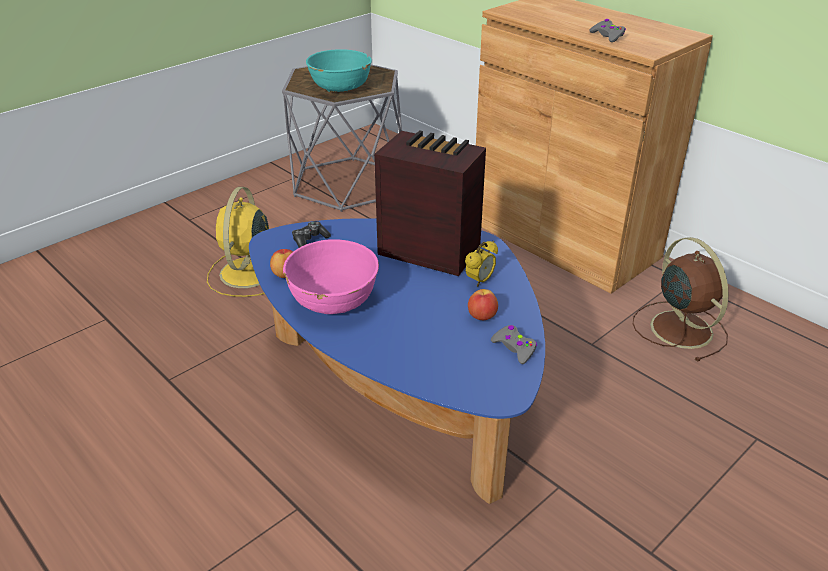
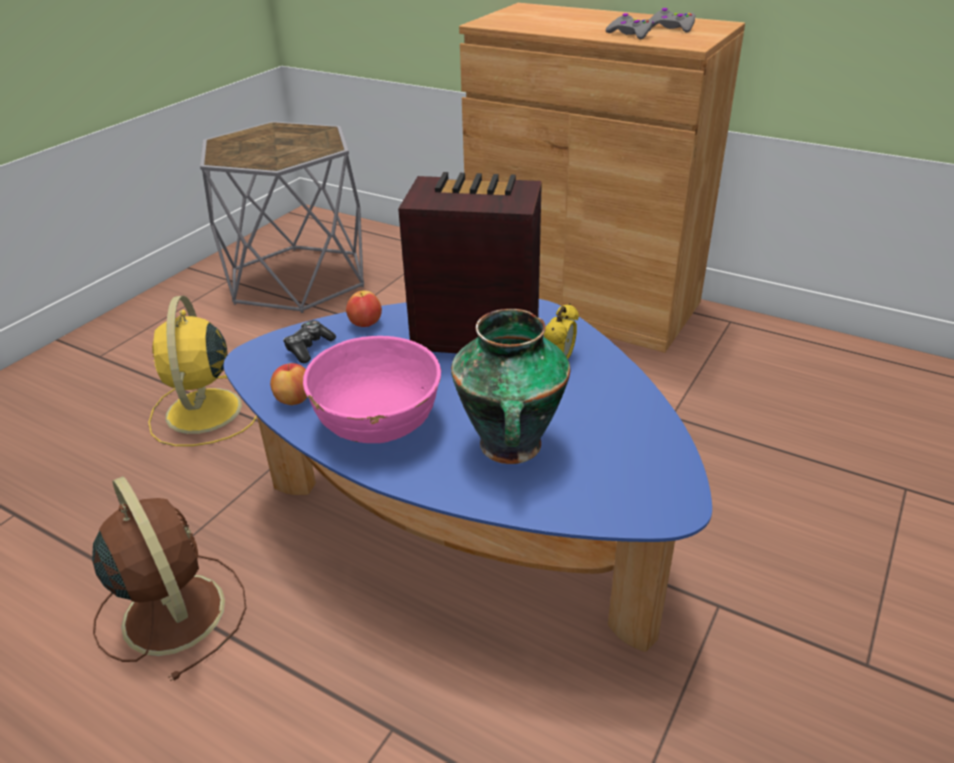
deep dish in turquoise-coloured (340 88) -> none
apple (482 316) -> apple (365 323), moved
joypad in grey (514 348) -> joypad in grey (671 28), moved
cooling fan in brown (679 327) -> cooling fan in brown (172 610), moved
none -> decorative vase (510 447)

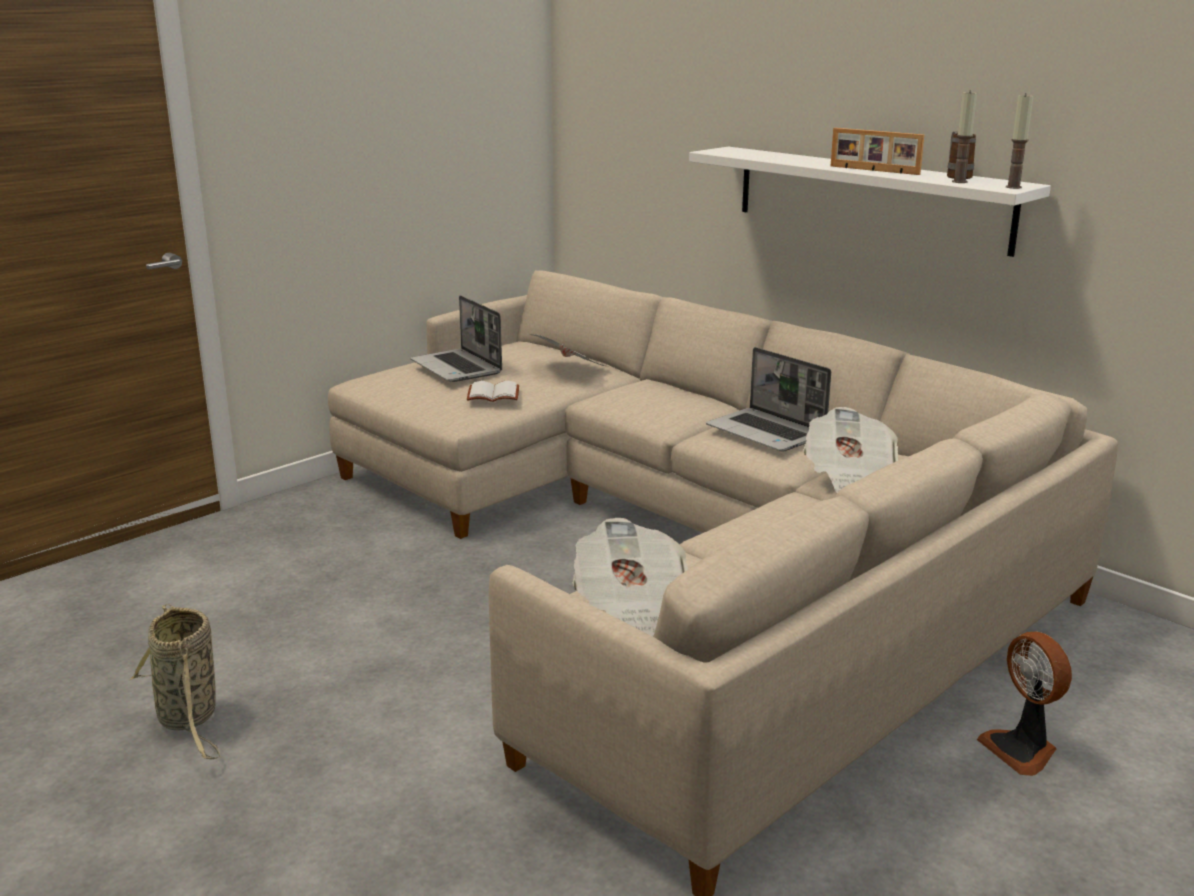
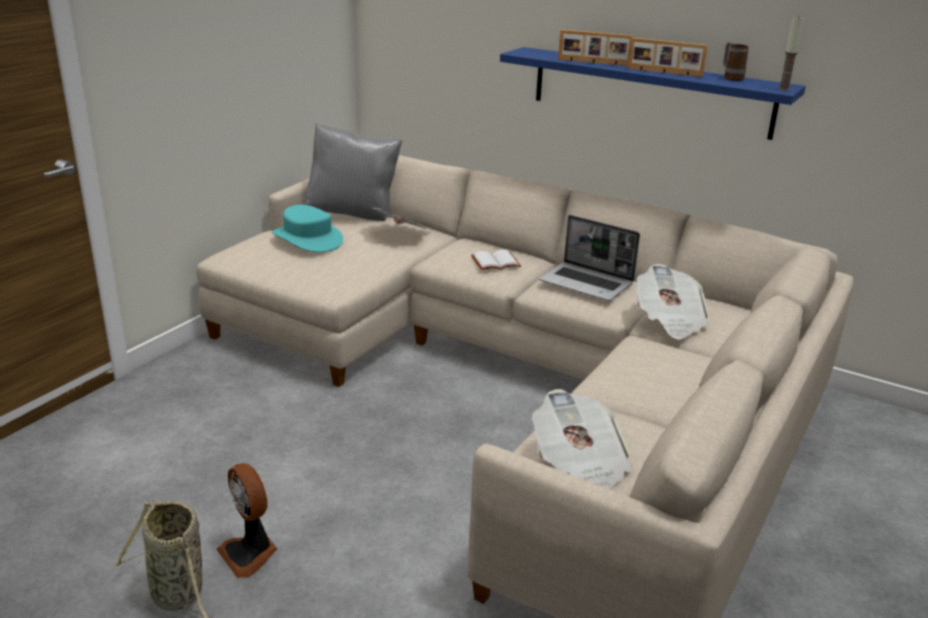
laptop (458 368) -> clothing hat in turquoise-coloured (308 238)
book in white (492 395) -> book in white (495 263), moved
bracket shelf in white (869 198) -> bracket shelf in blue (650 91)
wax light (959 182) -> none
cooling fan (1022 750) -> cooling fan (250 553), moved
none -> pillow in grey (354 215)
none -> photo frame (593 63)

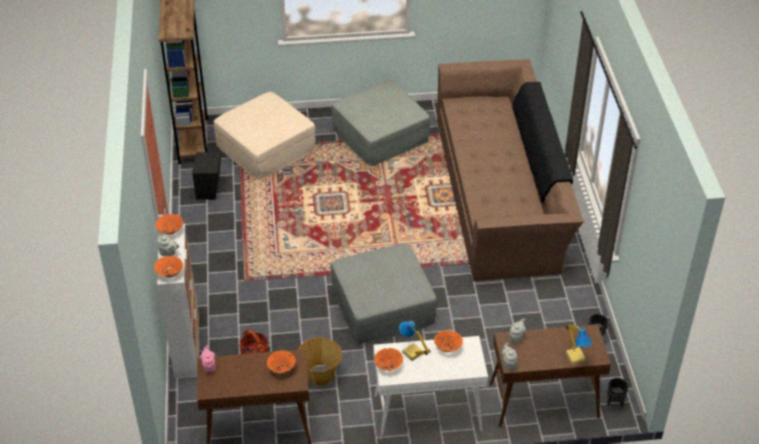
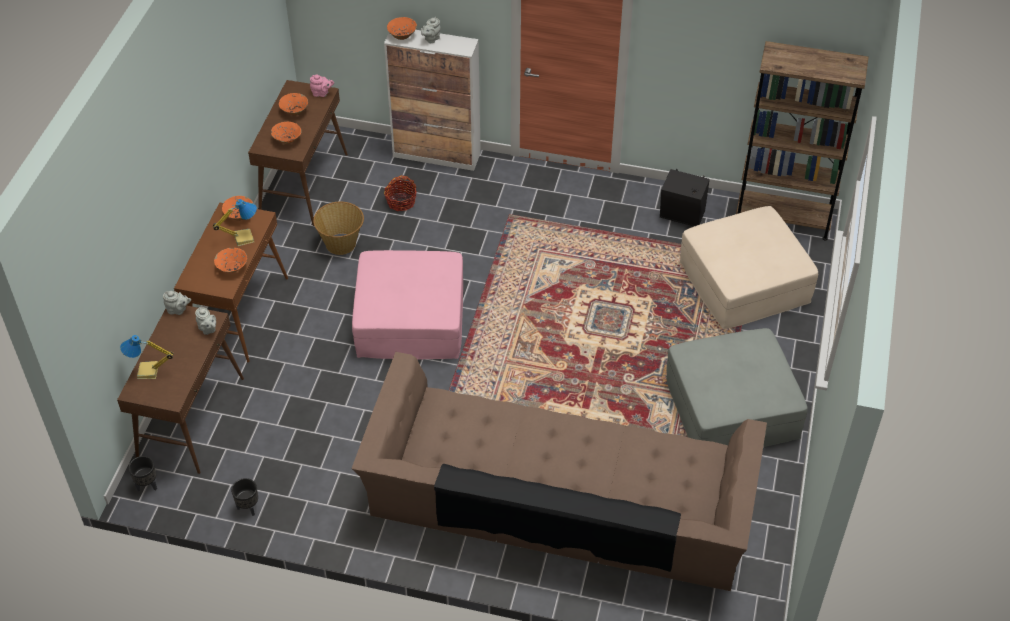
deep dish in orangey (170 230) -> deep dish in orangey (294 111), moved
pouffe in grey (383 306) -> pouffe in pinkish (409 320)
console table in white (427 413) -> console table in brown (239 313)

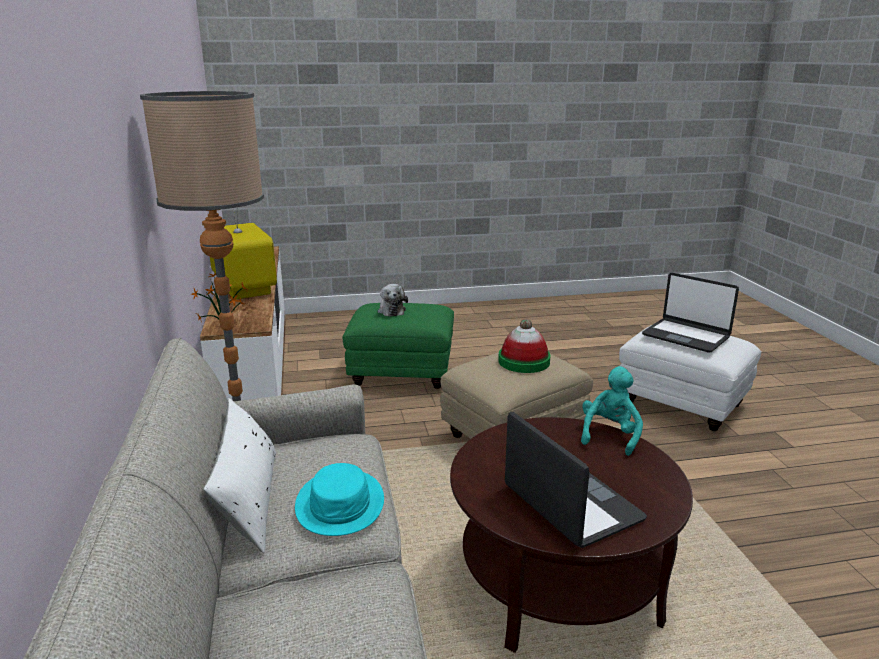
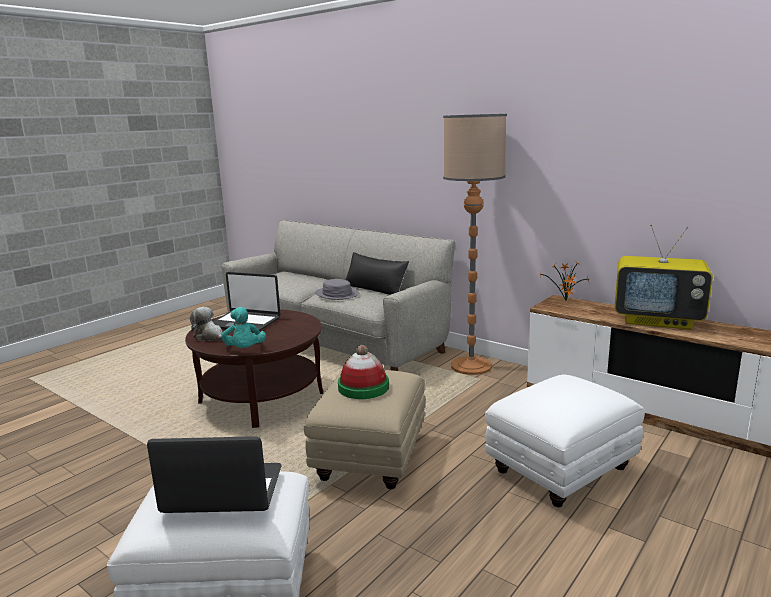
pillow in white (249 500) -> pillow in black (375 290)
clothing hat in turquoise-coloured (340 504) -> clothing hat in grey (337 294)
pouffe in green (403 374) -> pouffe in white (559 471)
plush toy (391 310) -> plush toy (210 337), moved

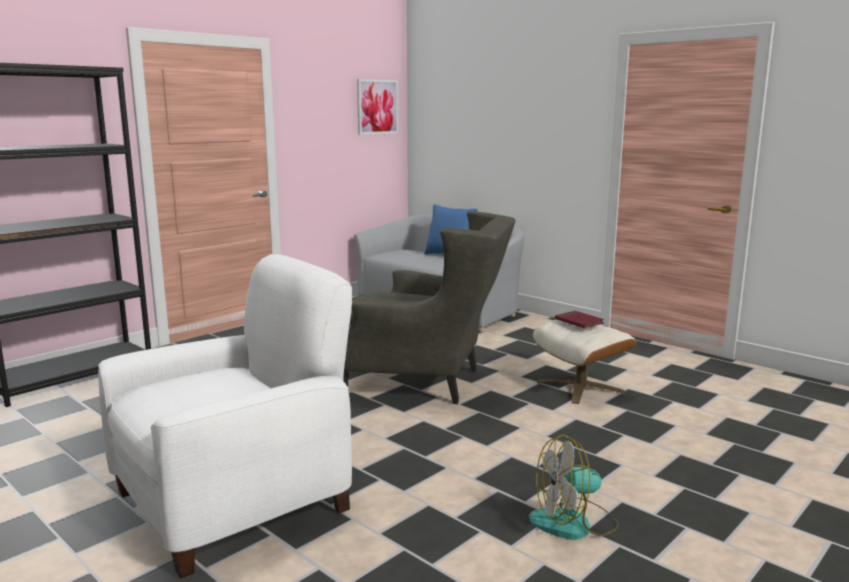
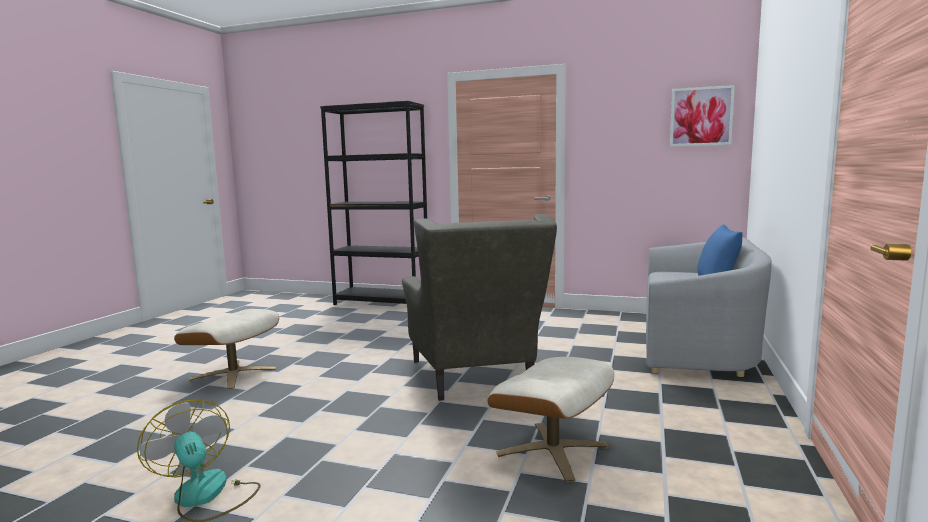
easy chair in white (235 500) -> pouffe in beige-coloured (233 374)
book in red-coloured (579 322) -> none

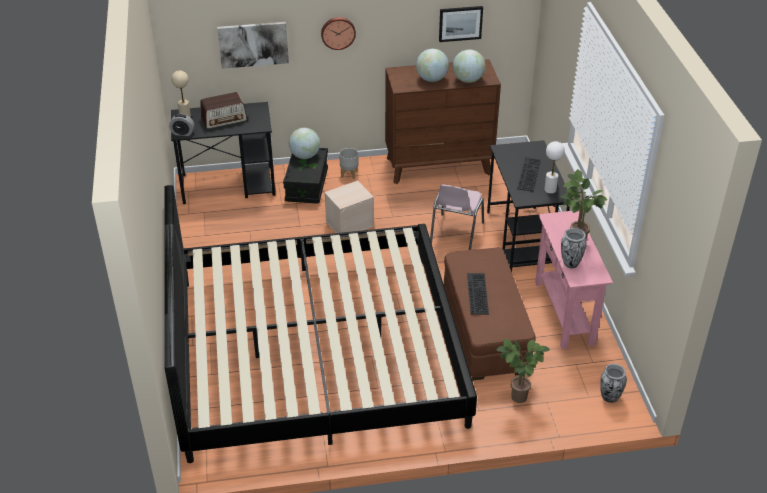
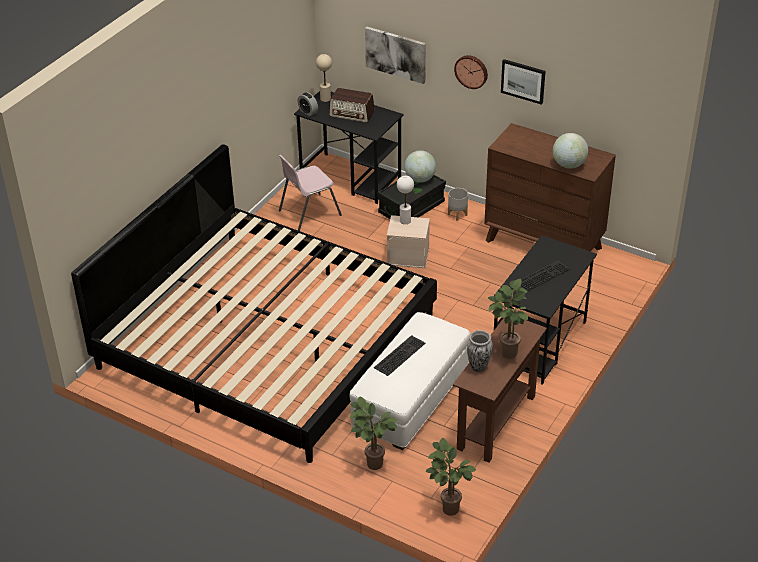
globe (431 79) -> none
chair in pinkish (455 234) -> chair in pinkish (308 213), moved
wall picture (460 23) -> wall picture (523 81), moved
pouffe in brown (484 331) -> pouffe in white (410 399)
console table in pinkish (564 313) -> console table in brown (496 422)
lamp for a table in white (550 189) -> lamp for a table in white (405 220), moved
decorative vase (609 397) -> plant in a pot (447 509)

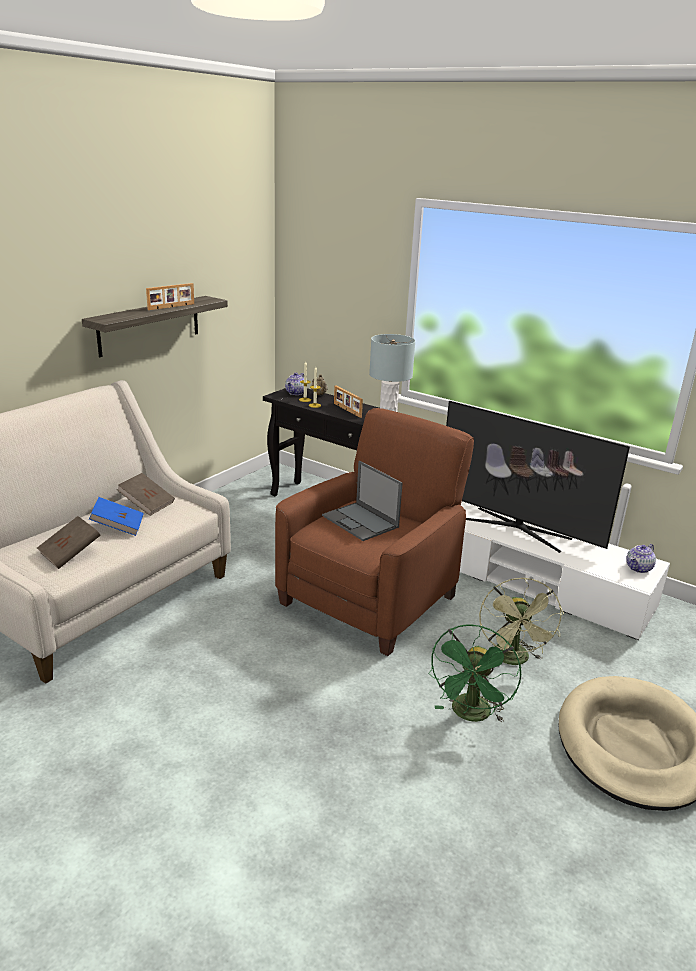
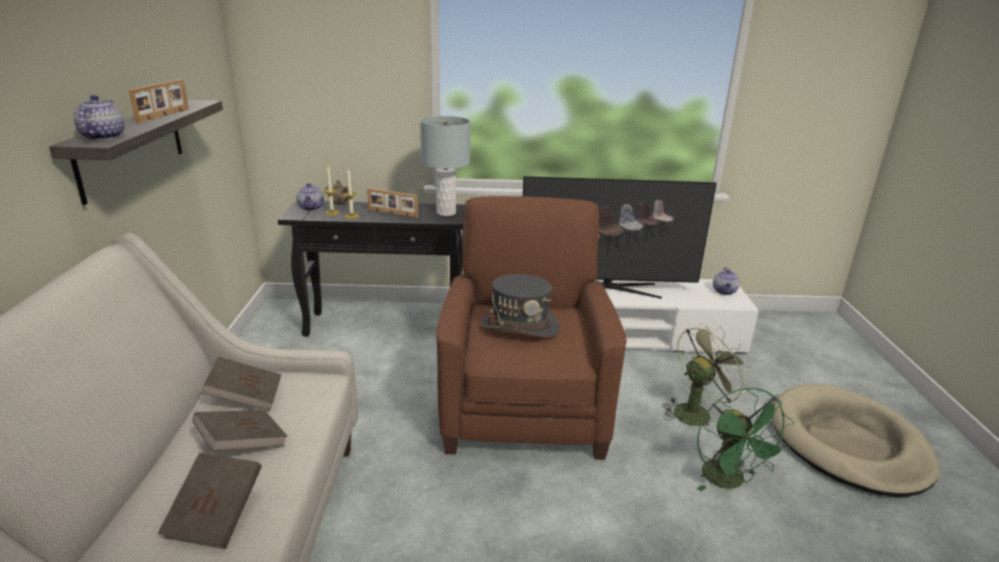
book in blue (118 527) -> book in brown (243 444)
laptop (361 522) -> clothing hat in grey (520 326)
cooling fan in green (514 660) -> cooling fan in green (696 411), 90 degrees counterclockwise
none -> tea pot (102 137)

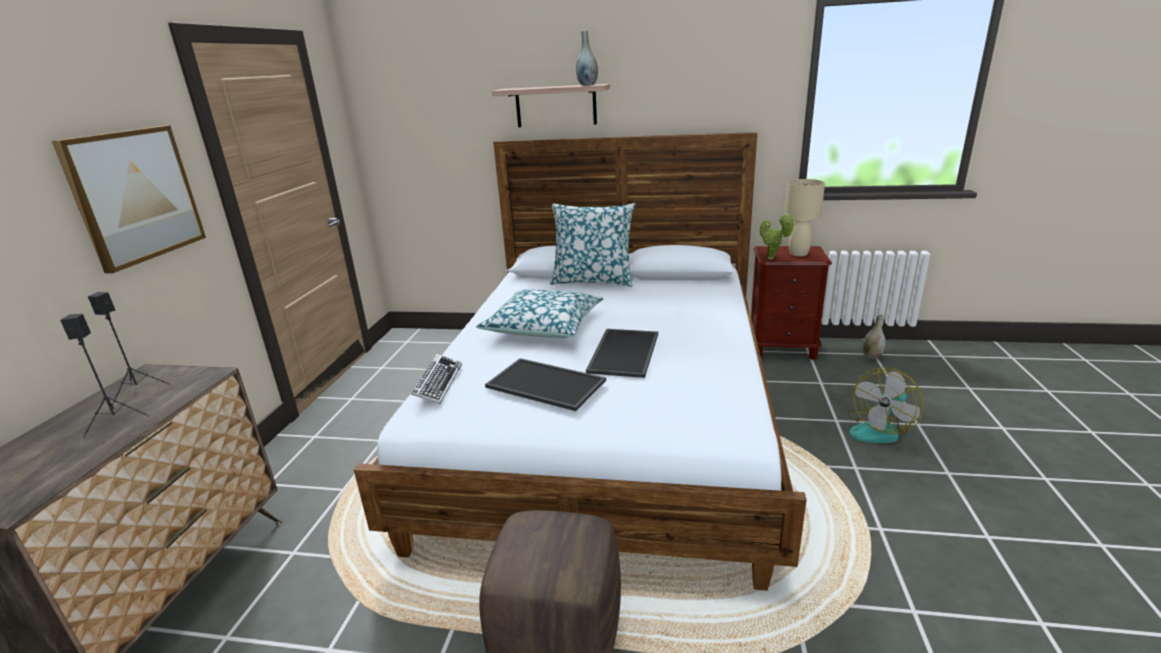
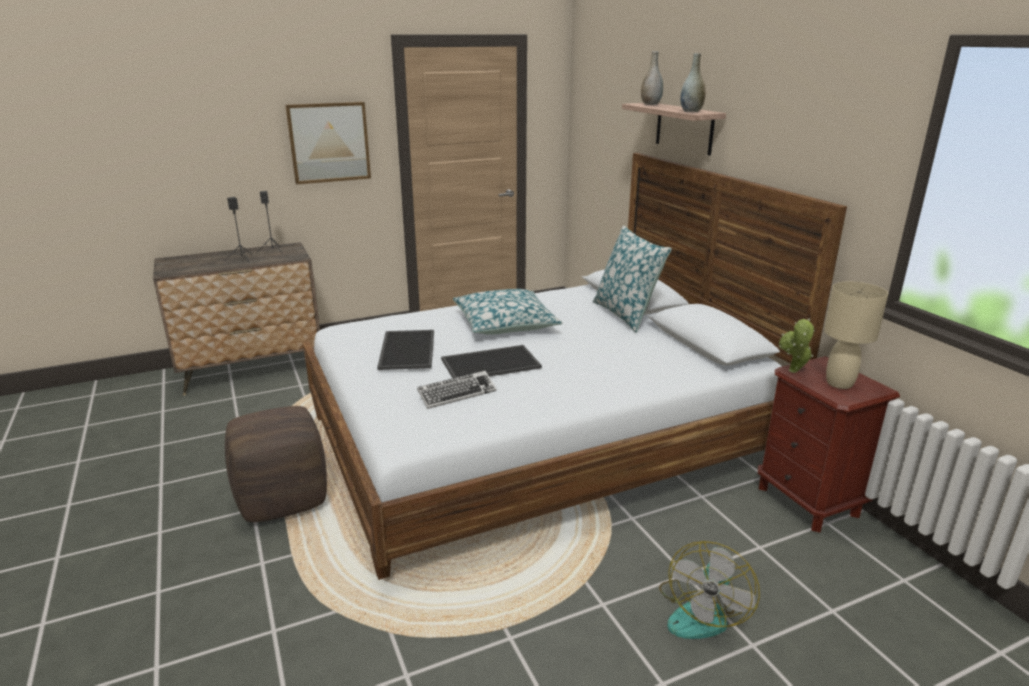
computer keyboard (438 383) -> computer keyboard (457 394), moved
cooling fan (879 429) -> cooling fan (701 612), 75 degrees counterclockwise
decorative vase in grey (871 356) -> decorative vase in grey (651 104), moved

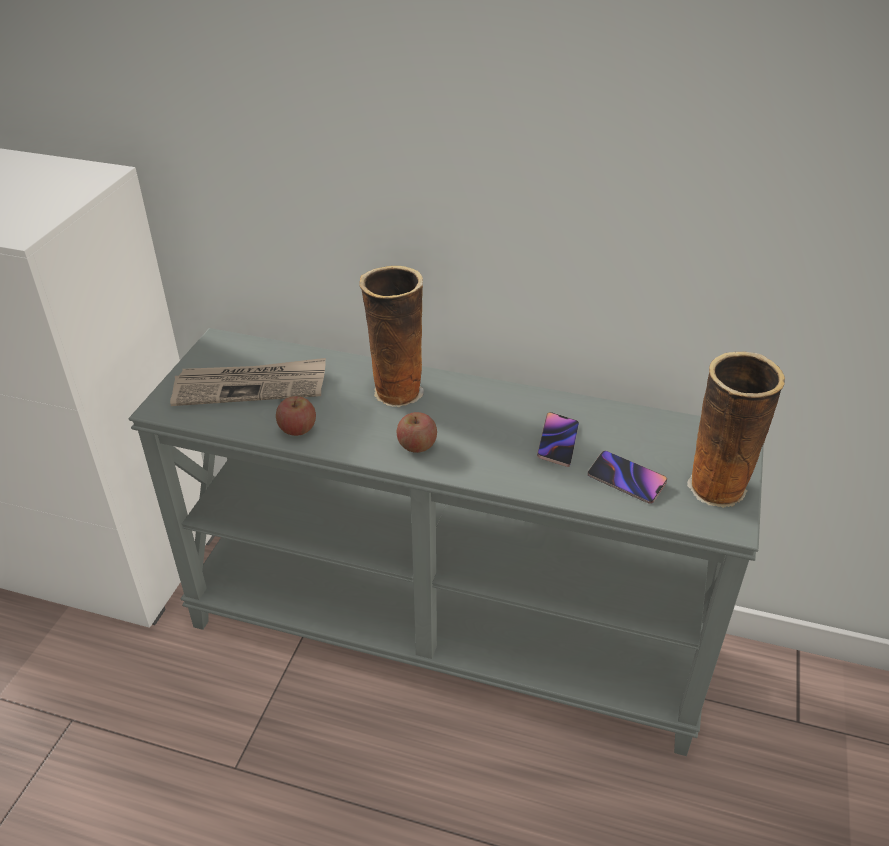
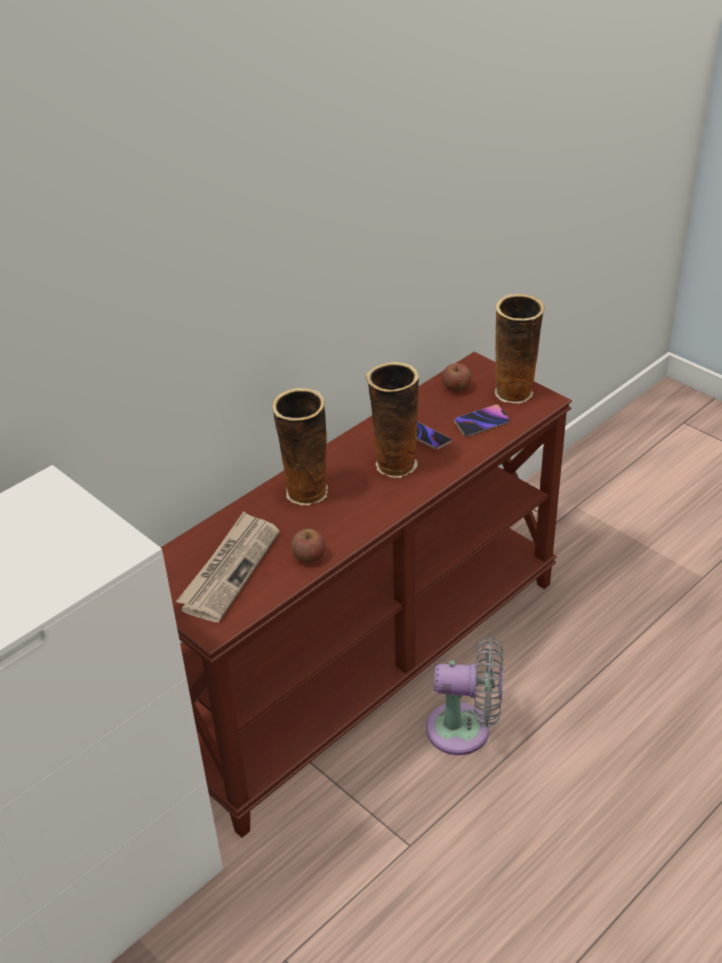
console table in grey (446 631) -> console table in brown (367 665)
apple (417 445) -> apple (456 388), moved
none -> decorative vase (393 464)
none -> cooling fan in grey (465 730)

